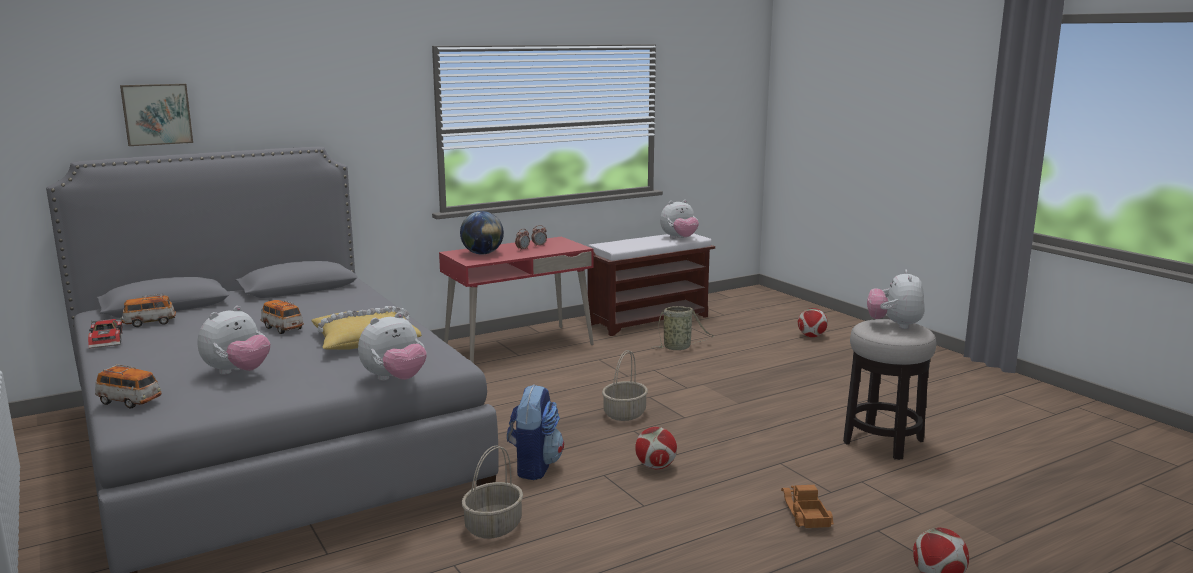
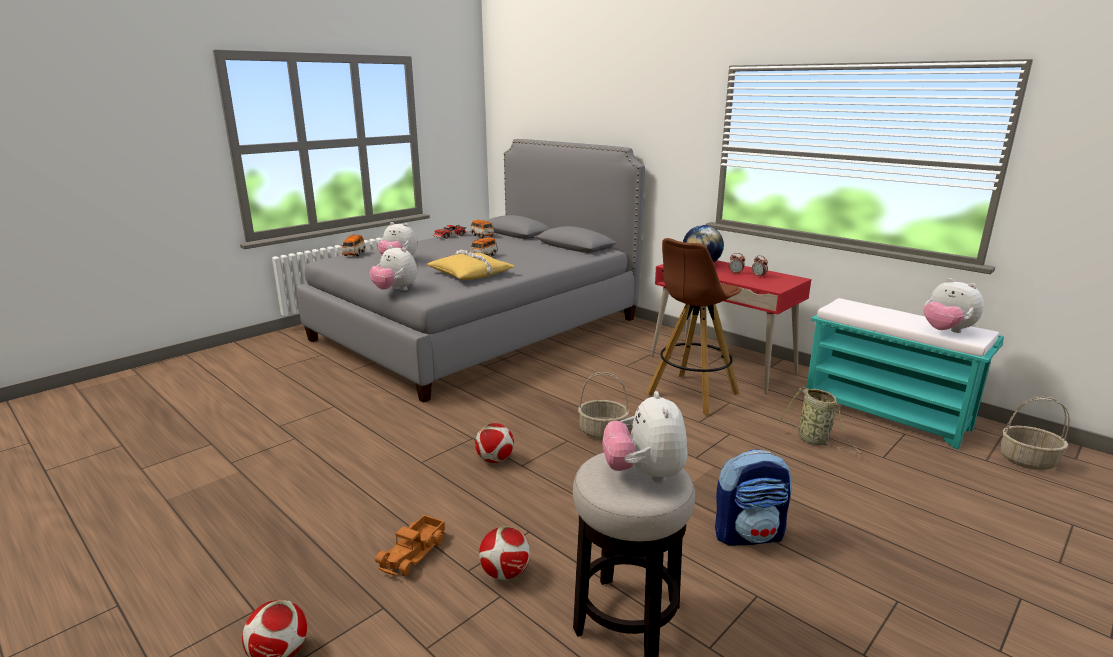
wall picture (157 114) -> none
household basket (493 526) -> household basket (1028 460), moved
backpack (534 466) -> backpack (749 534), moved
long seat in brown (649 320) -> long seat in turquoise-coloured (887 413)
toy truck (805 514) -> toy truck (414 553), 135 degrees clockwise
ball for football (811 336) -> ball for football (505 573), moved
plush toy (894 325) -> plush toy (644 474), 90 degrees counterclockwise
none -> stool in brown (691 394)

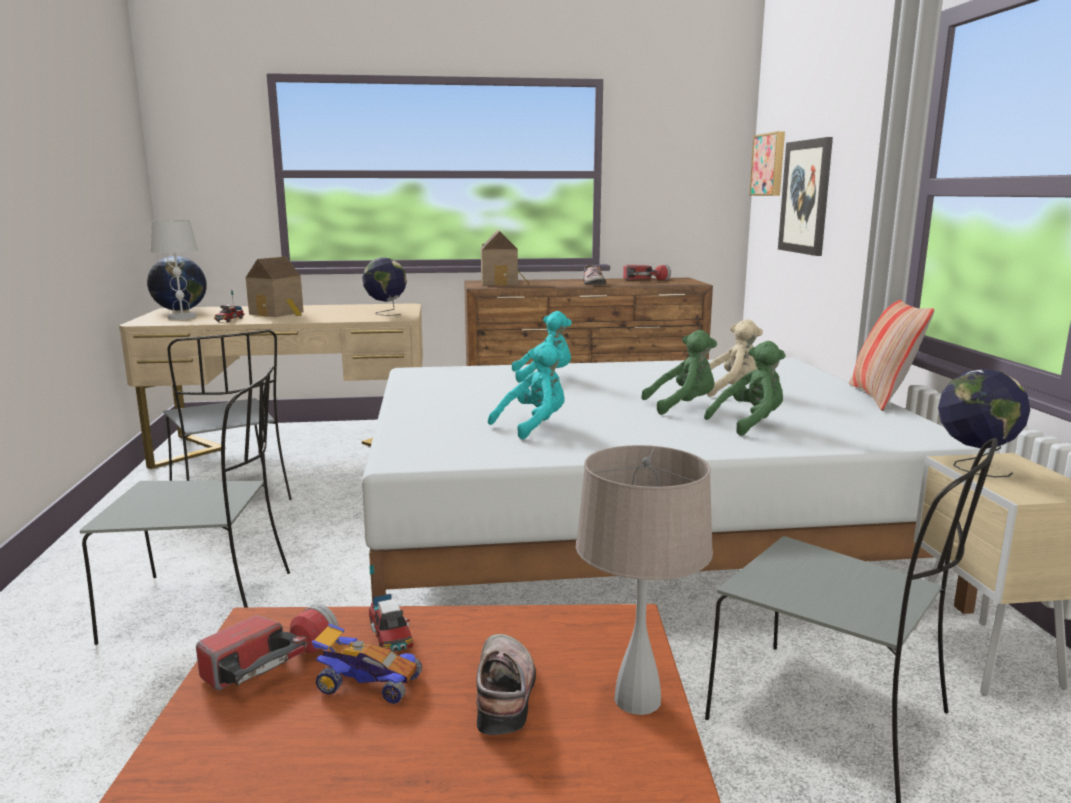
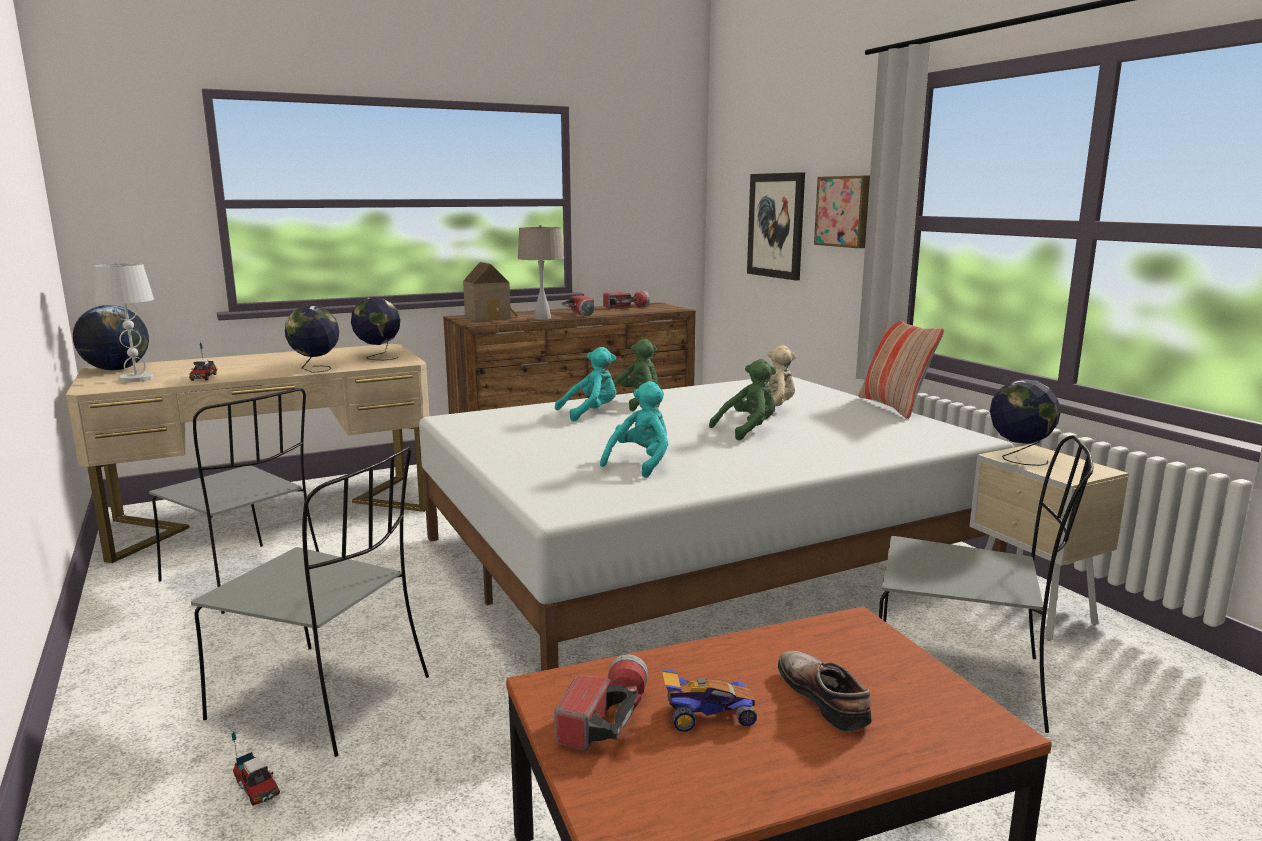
chair in grey (206 606) -> chair in grey (326 699), 45 degrees clockwise
toy house (278 313) -> none
toy truck (390 636) -> toy truck (257 788), moved
lamp for a table in beige-coloured (637 700) -> lamp for a table in beige-coloured (542 318), moved
item of footwear (592 283) -> flashlight (581 313)
plush toy in green (750 423) -> plush toy in green (636 402), moved
wall picture (769 164) -> wall picture (844 211), moved
none -> globe (316 370)

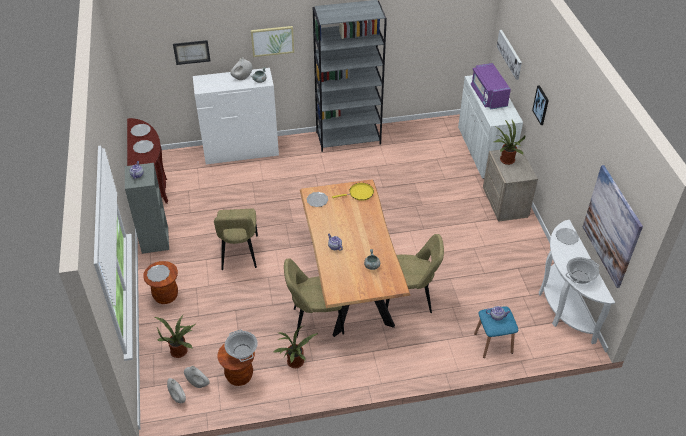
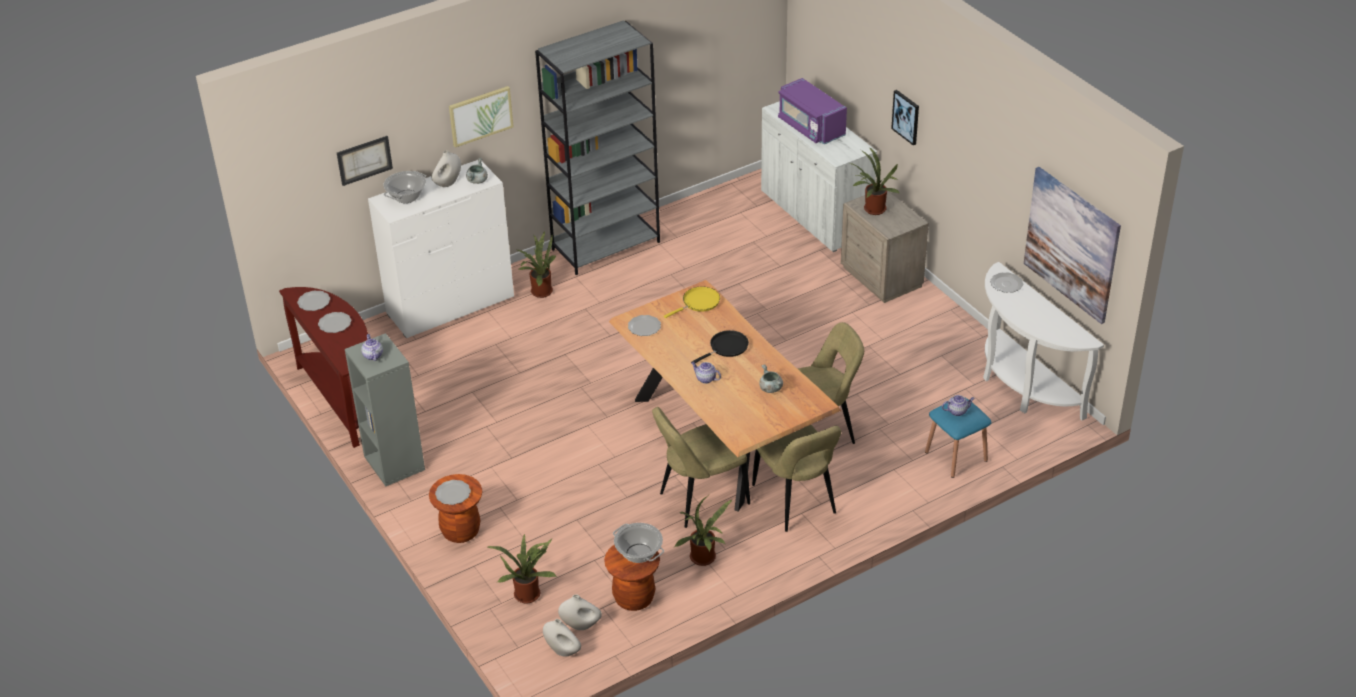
chair in beige-coloured (239 254) -> chair in beige-coloured (796 502), moved
wall picture (510 54) -> none
stockpot (580 277) -> stockpot (406 197), moved
none -> plant in a pot (539 291)
none -> pan in black (726 347)

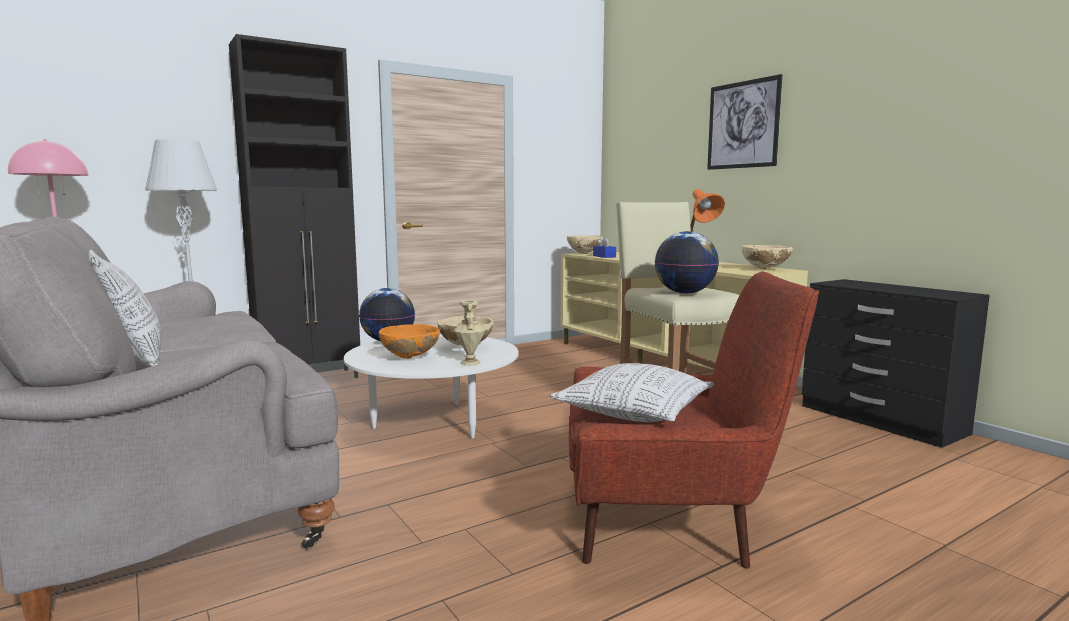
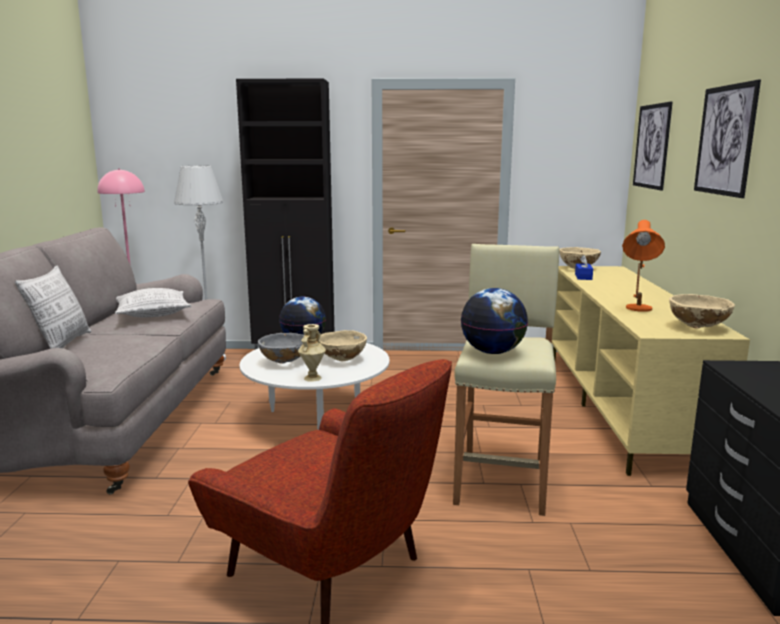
deep dish in orangey (410 358) -> deep dish in grey (284 363)
pillow (634 412) -> pillow (153 314), moved
none -> wall picture (652 146)

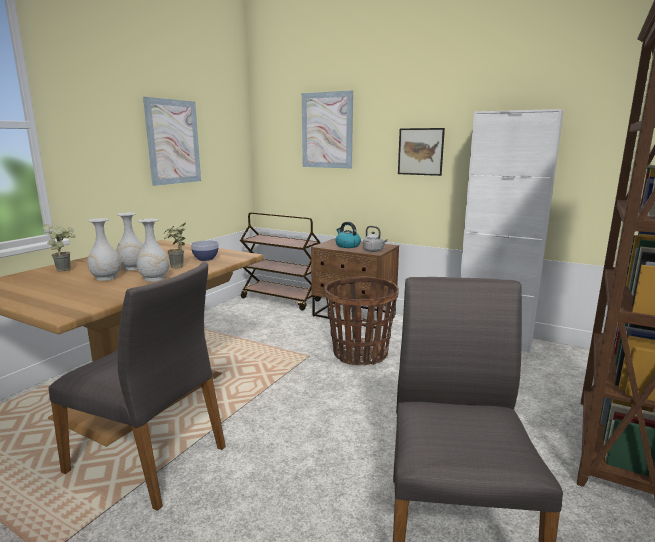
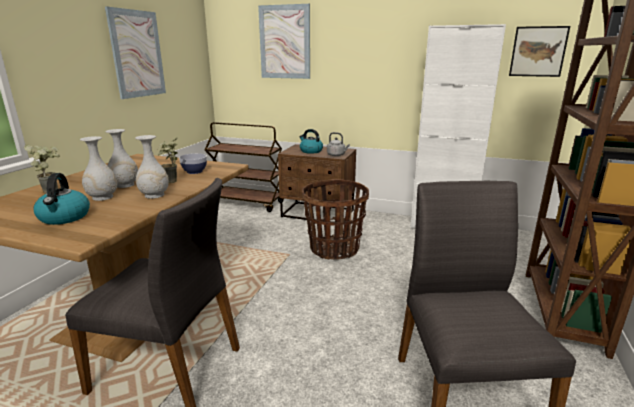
wall picture (420 151) -> wall picture (538 51), moved
none -> tea kettle (64 217)

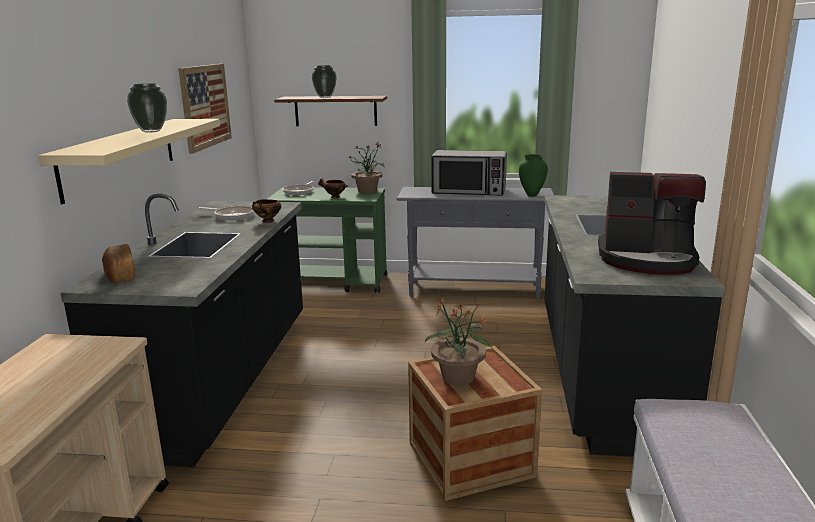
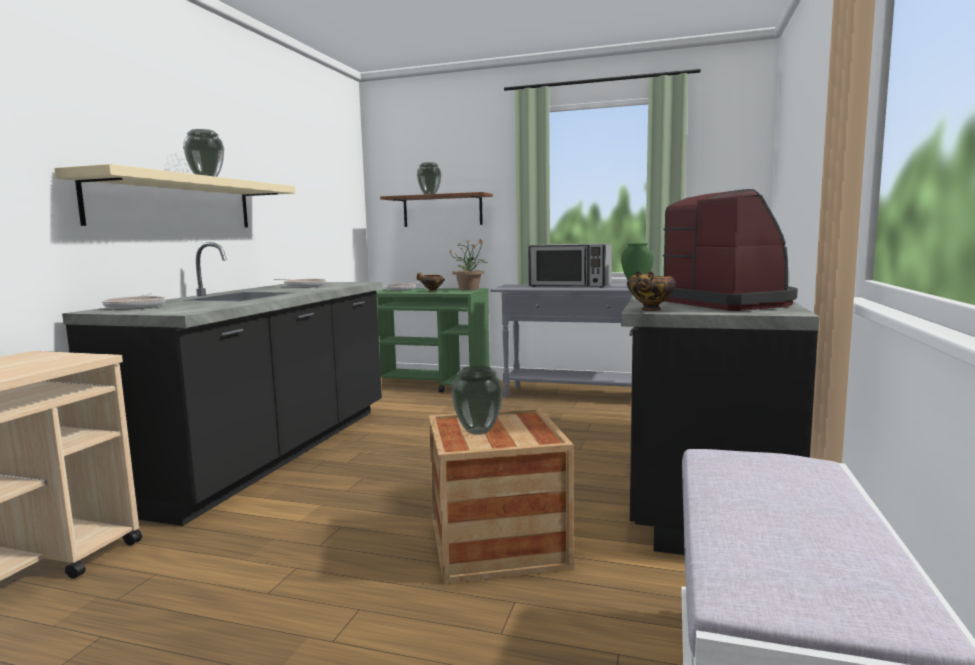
baked bread (120 275) -> pan (137 307)
wall picture (205 106) -> none
deep dish (267 221) -> deep dish (651 310), moved
plant in a pot (458 378) -> decorative vase (477 431)
coffee brewer (647 259) -> coffee brewer (729 303), 135 degrees counterclockwise

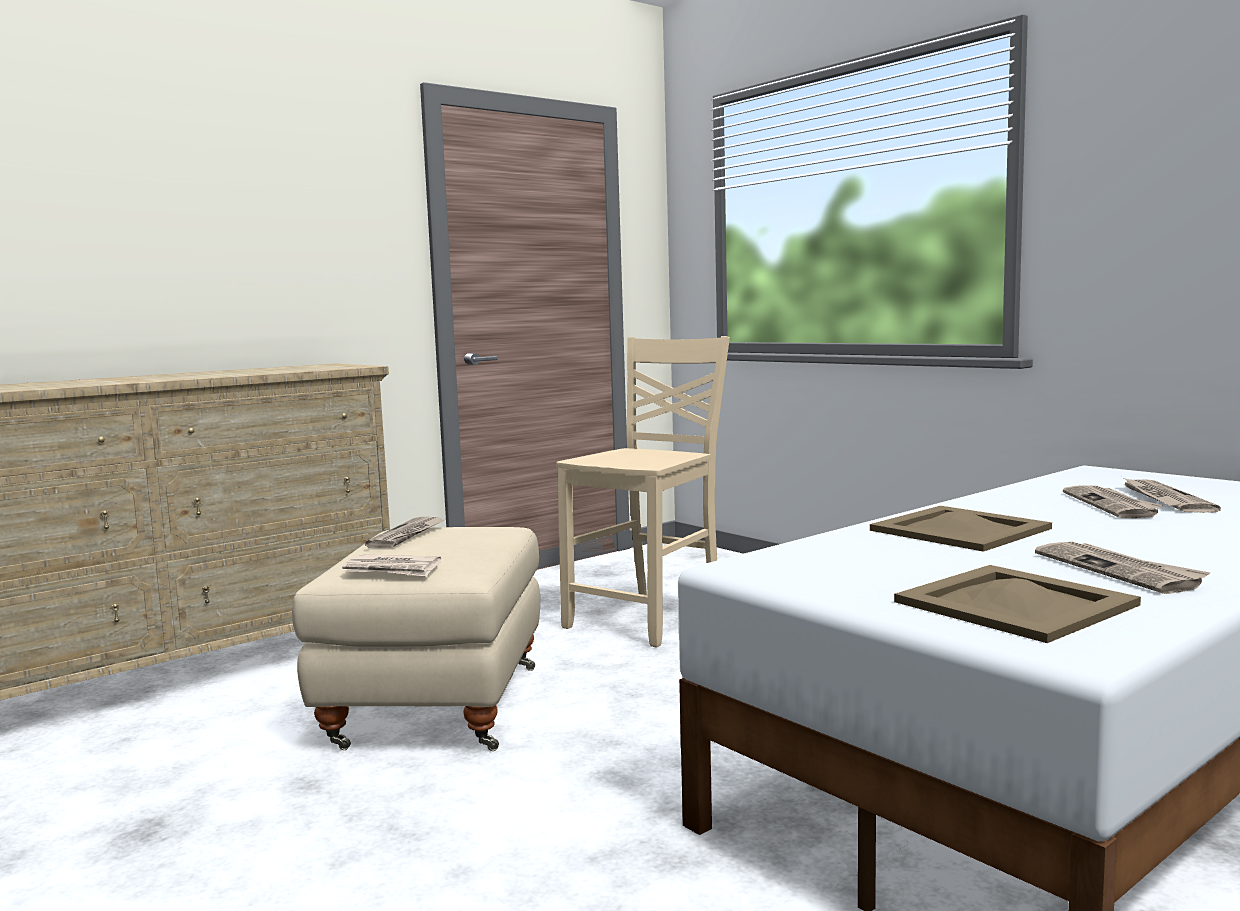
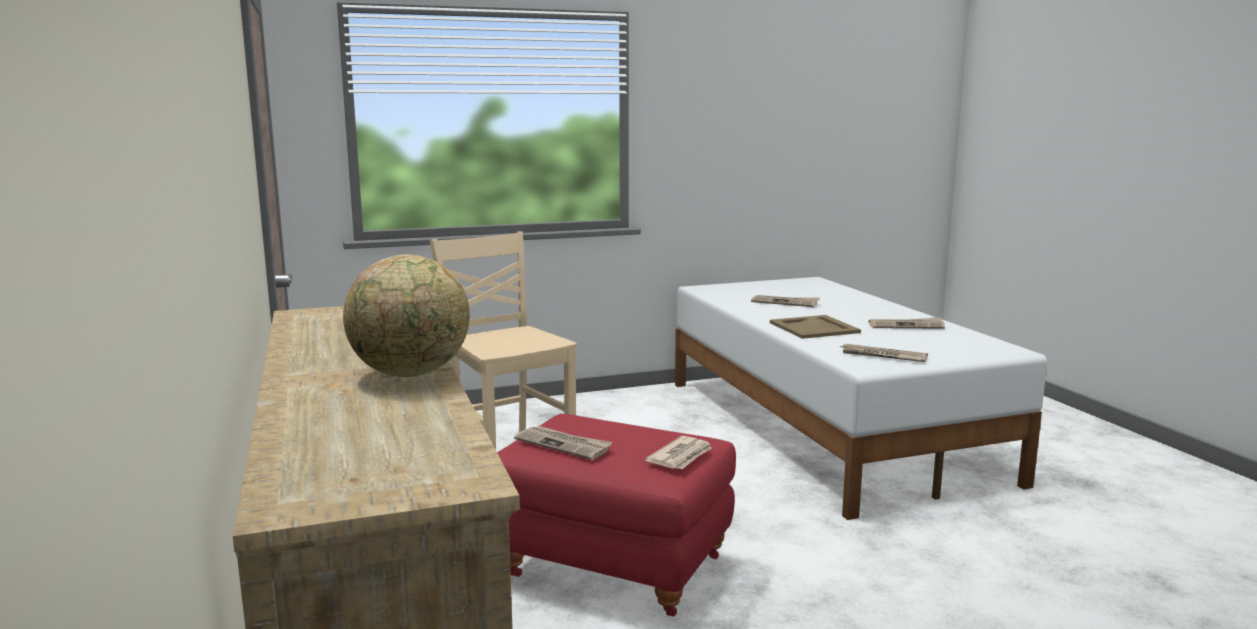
pouffe in beige-coloured (435 704) -> pouffe in red-coloured (611 571)
serving tray in beige-coloured (1014 603) -> none
daily paper (1164 499) -> daily paper (882 356), moved
none -> globe (411 374)

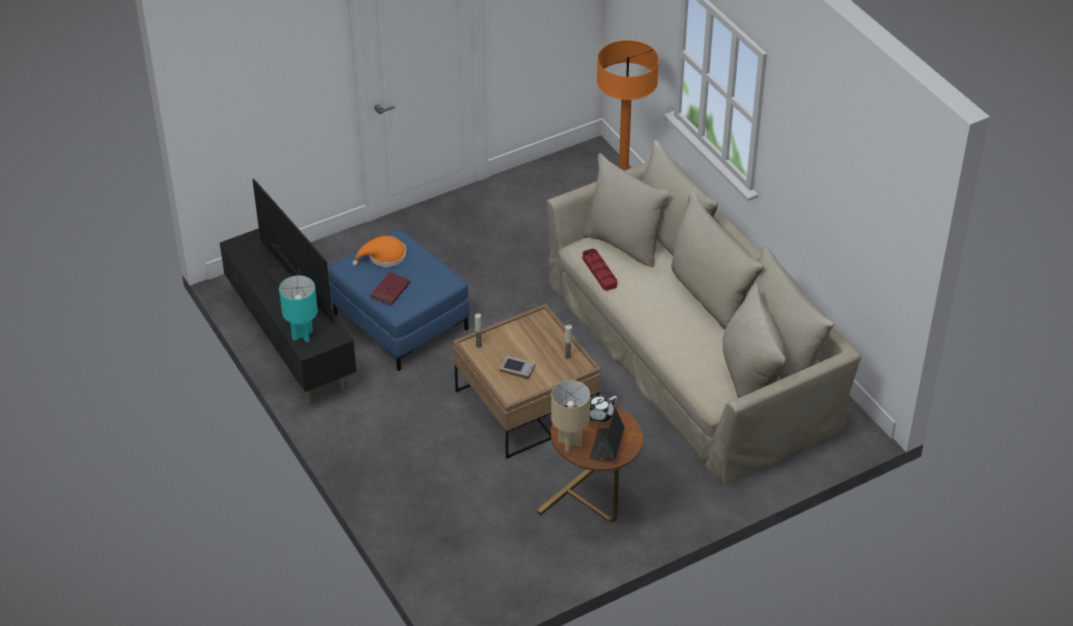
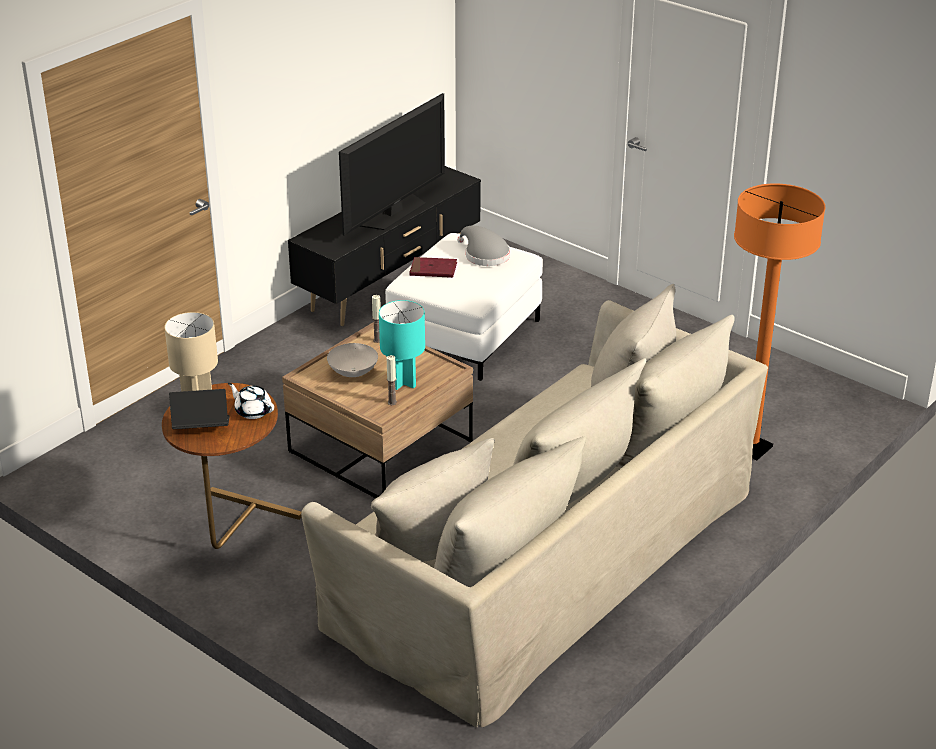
lamp for a table in turquoise-coloured (302 335) -> lamp for a table in turquoise-coloured (402 383), moved
pouffe in blue (401 321) -> pouffe in white (465 336)
clothing hat in orangey (384 257) -> clothing hat in grey (484 255)
book (517 369) -> deep dish in white (352 373)
serving tray in red-coloured (599 272) -> none

